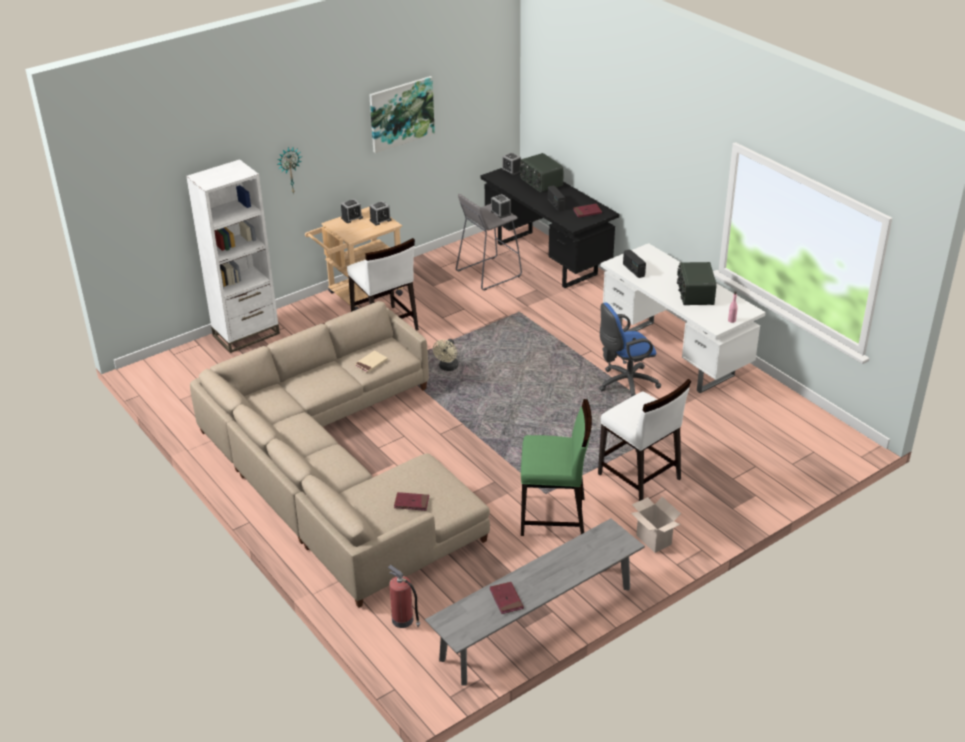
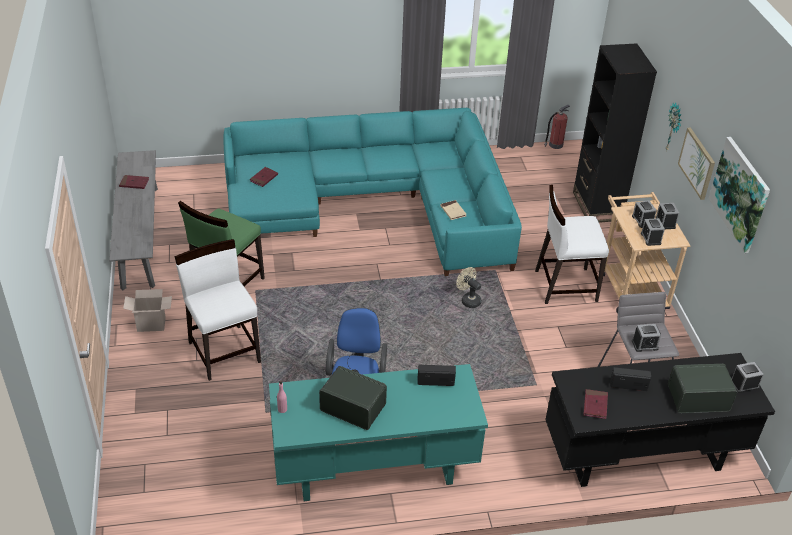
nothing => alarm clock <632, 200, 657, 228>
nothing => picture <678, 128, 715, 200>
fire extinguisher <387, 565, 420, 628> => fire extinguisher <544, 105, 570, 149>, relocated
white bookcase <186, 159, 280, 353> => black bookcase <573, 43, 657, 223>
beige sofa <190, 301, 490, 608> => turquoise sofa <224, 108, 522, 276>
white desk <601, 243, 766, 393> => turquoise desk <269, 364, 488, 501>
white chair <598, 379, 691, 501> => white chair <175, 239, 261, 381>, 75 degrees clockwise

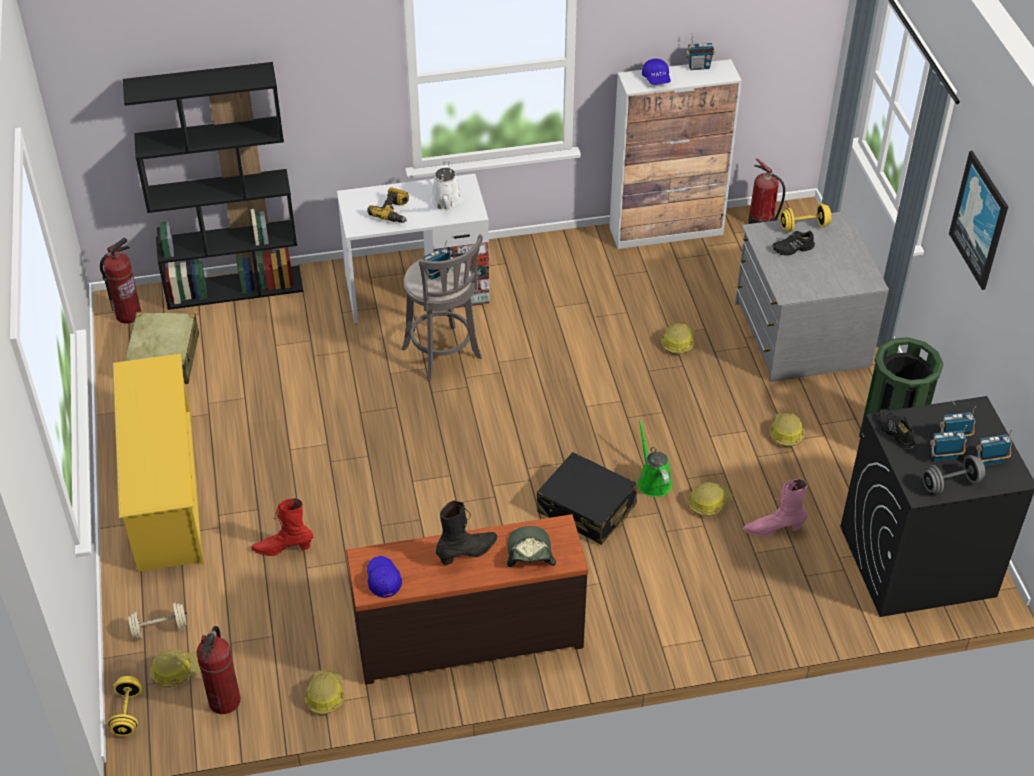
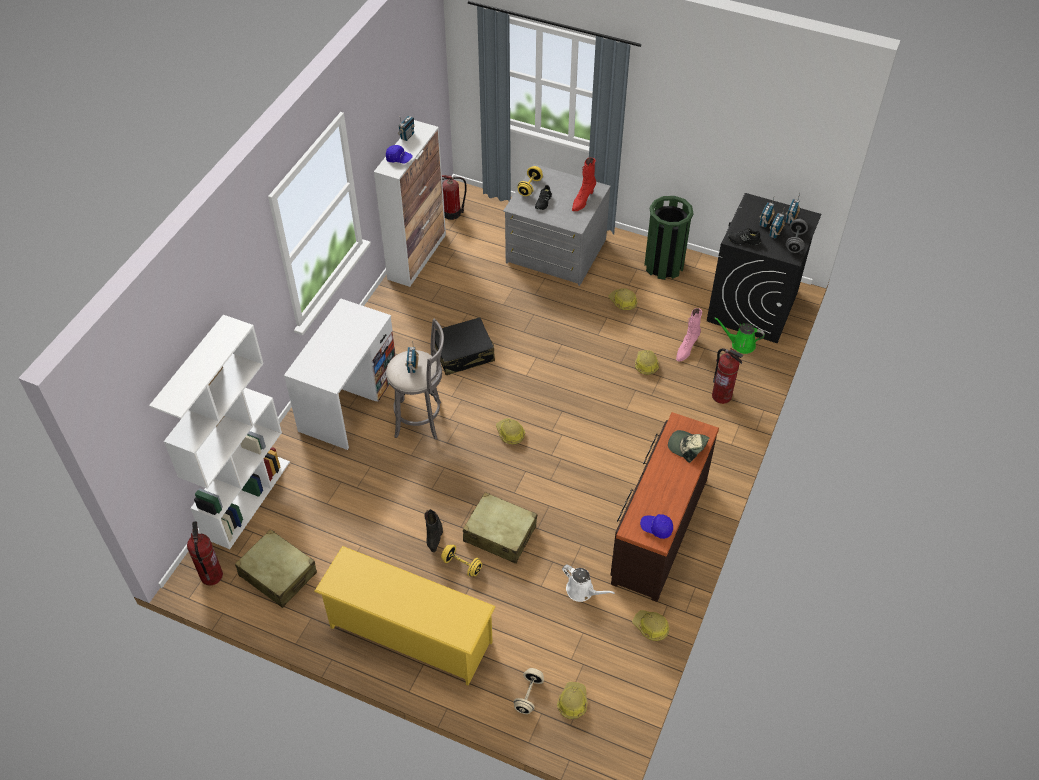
power drill <367, 187, 409, 223> => nothing
picture <949, 151, 1008, 290> => nothing
nothing => beige suitcase <463, 492, 537, 564>
yellow dumbbell <108, 676, 142, 736> => yellow dumbbell <441, 545, 482, 576>, relocated
fire extinguisher <196, 626, 241, 714> => fire extinguisher <712, 348, 743, 404>, relocated
red boot <252, 498, 313, 556> => red boot <572, 158, 596, 211>, relocated
white watering can <430, 161, 463, 211> => white watering can <562, 565, 615, 602>, relocated
black boot <436, 501, 498, 565> => black boot <424, 509, 443, 552>, relocated
black suitcase <537, 452, 638, 545> => black suitcase <435, 317, 495, 375>, relocated
green watering can <638, 419, 672, 497> => green watering can <714, 317, 765, 354>, relocated
hard hat <661, 322, 694, 355> => hard hat <496, 418, 525, 444>, relocated
black bookcase <123, 62, 303, 310> => white bookcase <149, 315, 290, 549>

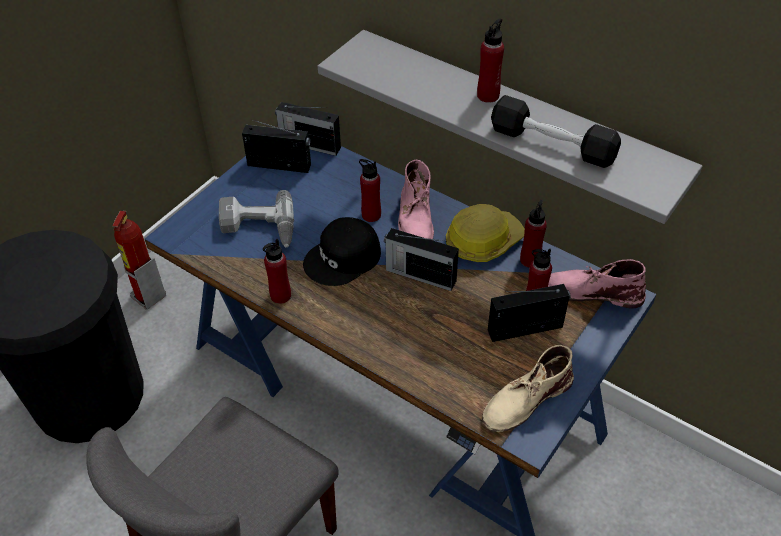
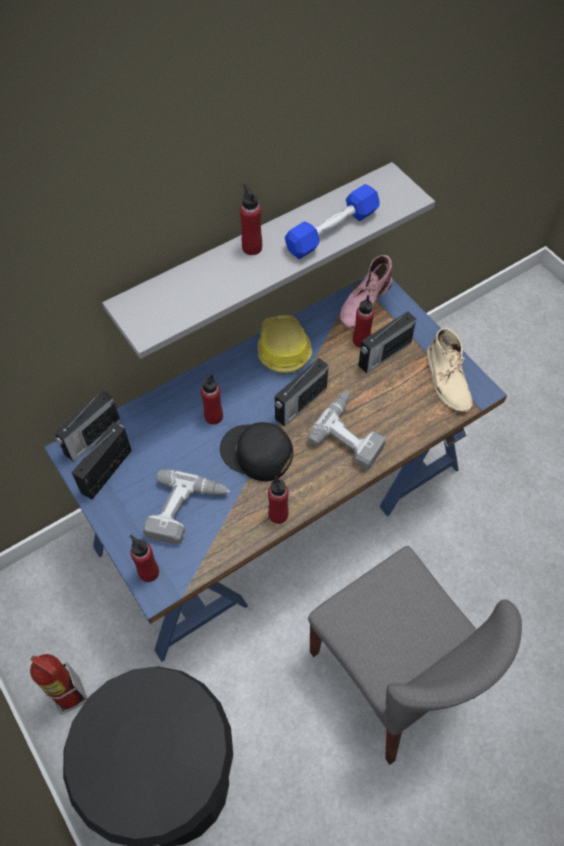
pink boot <398, 160, 434, 239> => nothing
nothing => power drill <307, 391, 386, 469>
red bottle <520, 200, 547, 268> => red bottle <130, 535, 159, 582>, relocated
black dumbbell <491, 95, 621, 168> => blue dumbbell <285, 184, 380, 259>
black cap <303, 217, 381, 286> => black cap <220, 422, 293, 481>, 135 degrees clockwise
radio <488, 284, 571, 342> => radio <358, 311, 416, 374>, 135 degrees counterclockwise

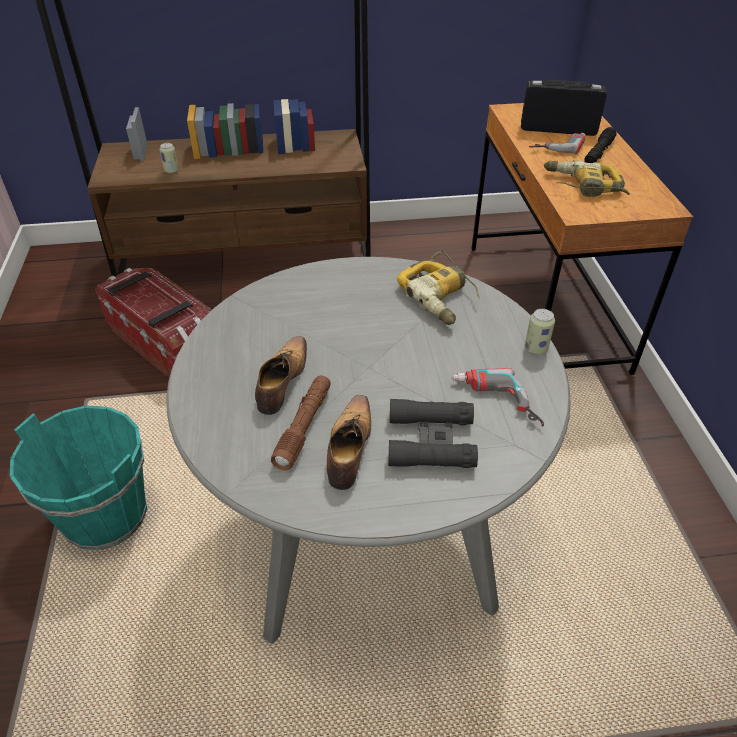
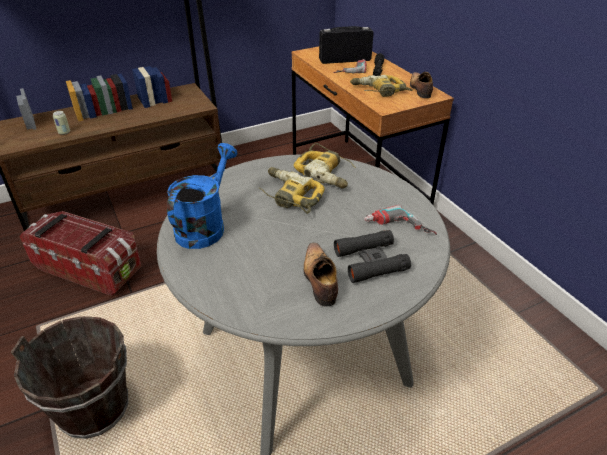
brown flashlight <271, 376, 331, 471> => nothing
can <525, 309, 555, 355> => nothing
nothing => blue watering can <167, 143, 238, 249>
nothing => power drill <259, 167, 325, 214>
shoe <255, 336, 307, 415> => shoe <410, 72, 433, 98>, relocated
turquoise bucket <10, 405, 147, 550> => brown bucket <11, 316, 128, 439>

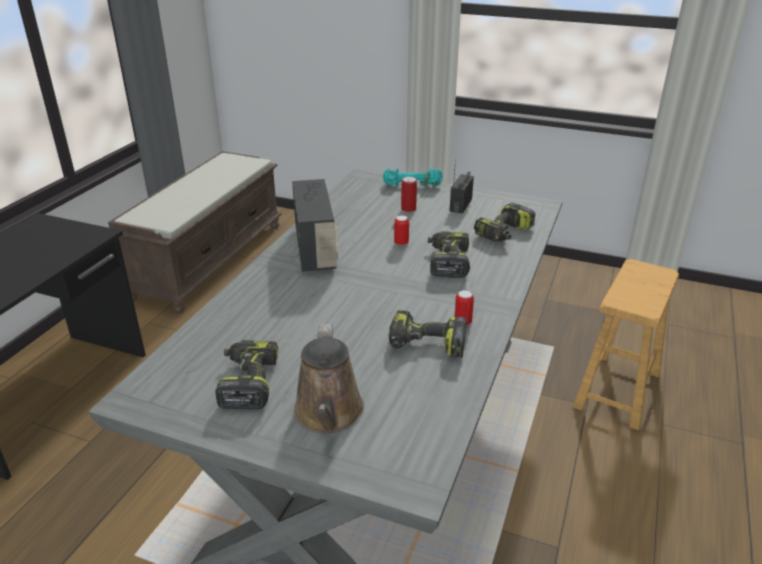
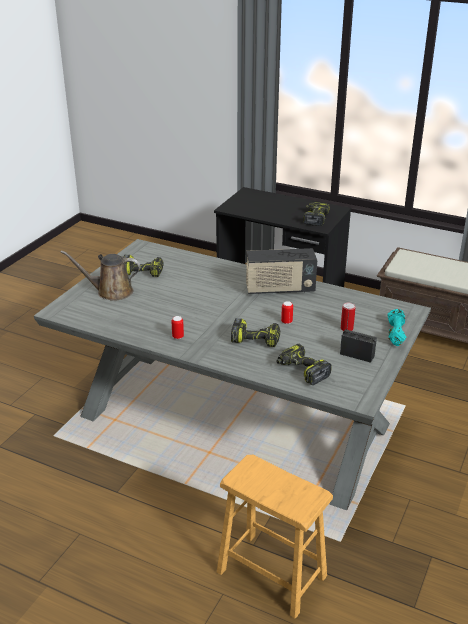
power drill <389, 310, 467, 358> => power drill <303, 202, 330, 226>, relocated

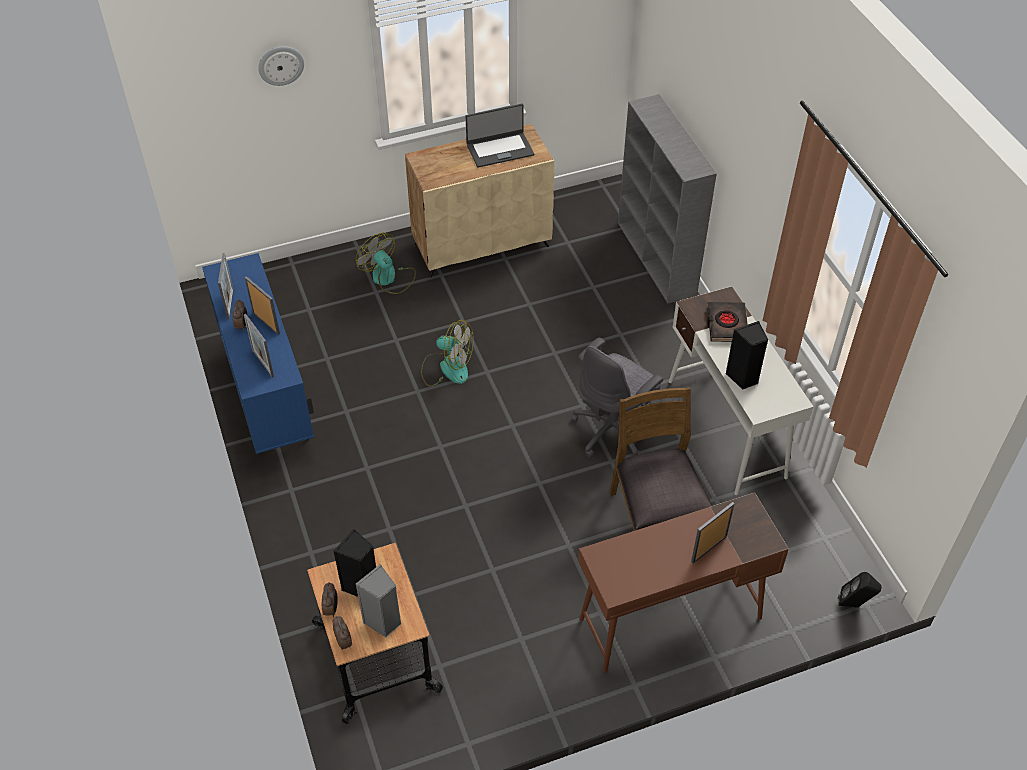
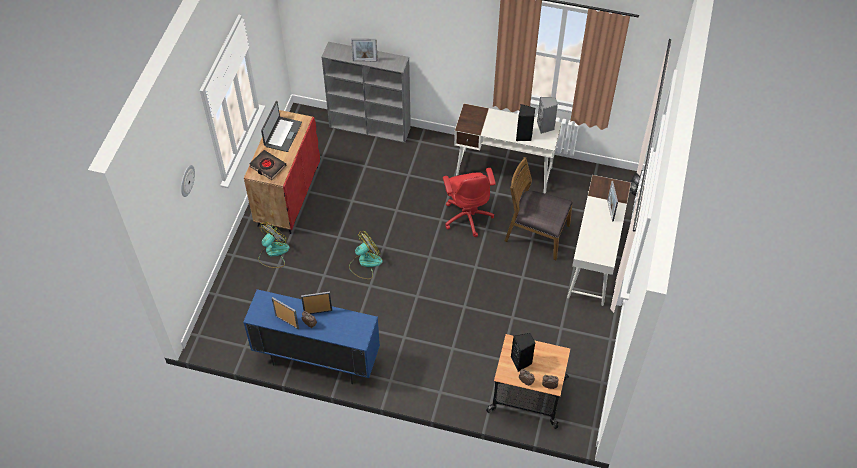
picture frame <244, 314, 274, 377> => picture frame <351, 38, 378, 61>, relocated
grey speaker <356, 564, 401, 637> => grey speaker <537, 97, 558, 134>, relocated
black book <707, 302, 748, 342> => black book <249, 150, 287, 180>, relocated
beige cabinet <405, 124, 555, 278> => red cabinet <244, 110, 320, 234>
grey office chair <571, 338, 663, 458> => red office chair <443, 168, 496, 237>
brown desk <578, 493, 789, 673> => white desk <567, 175, 631, 306>
fan <356, 232, 416, 294> => fan <258, 222, 289, 268>, 135 degrees clockwise

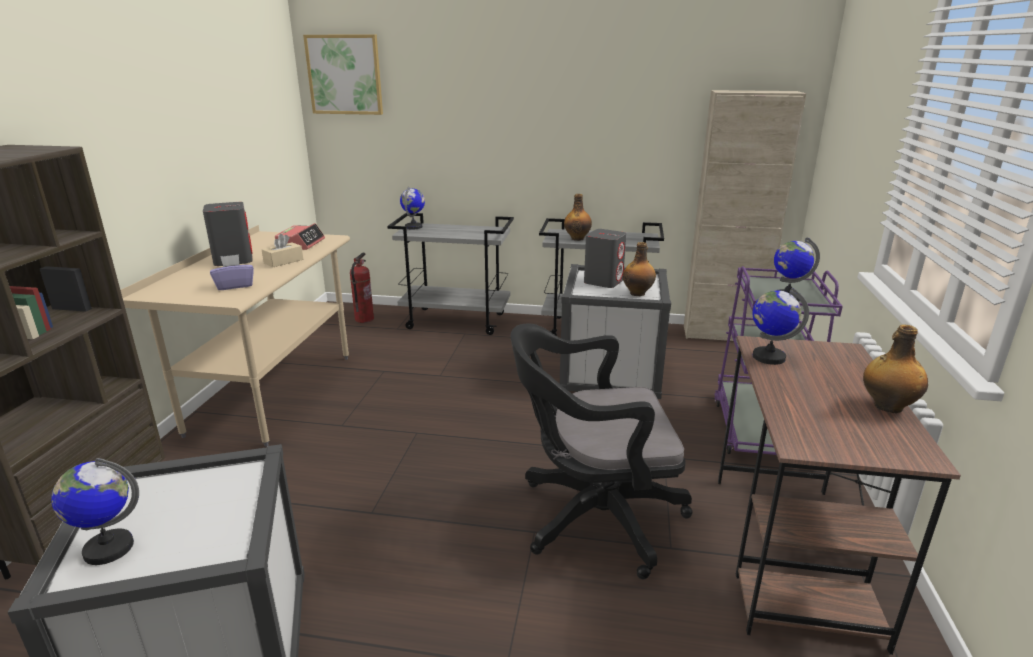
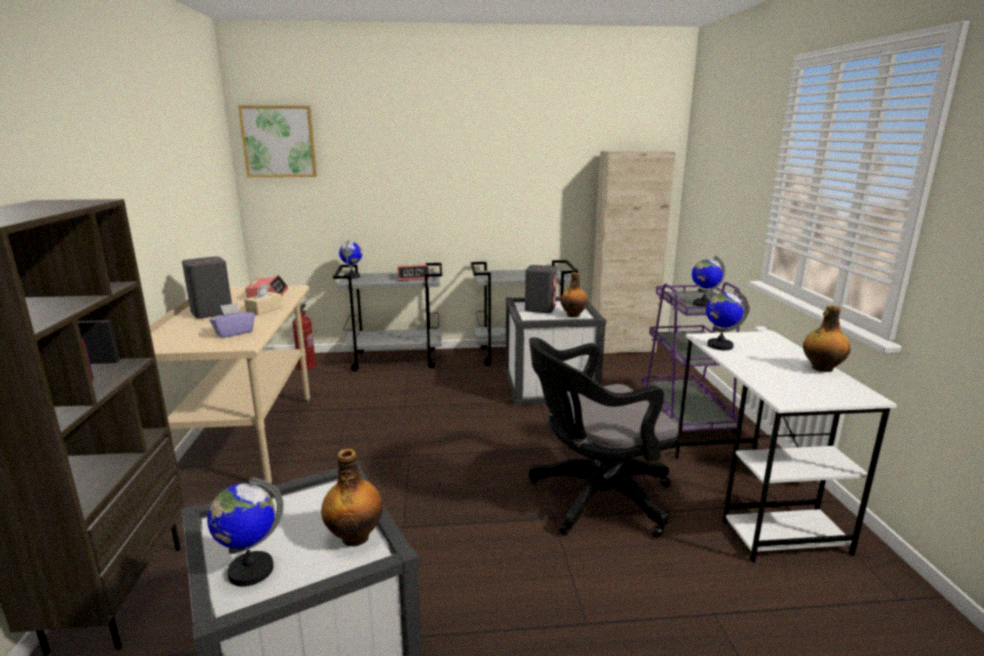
nothing => alarm clock <397, 264, 430, 281>
bottle <564, 194, 592, 241> => bottle <321, 449, 383, 547>, relocated
brown desk <718, 336, 961, 655> => white desk <675, 331, 897, 563>

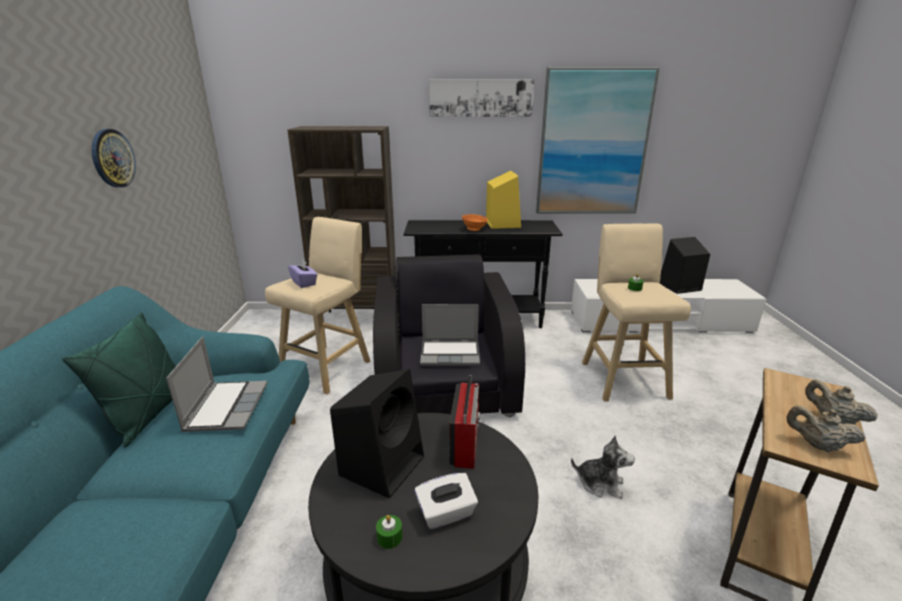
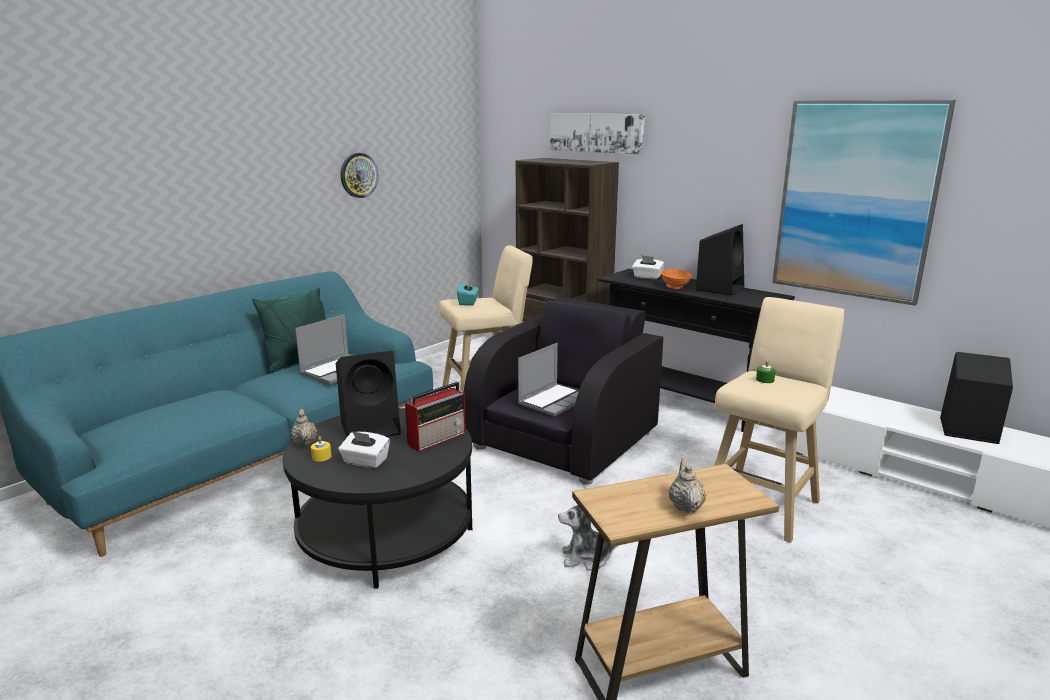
nothing => white tissue box <632, 255, 664, 279>
picture <429, 79, 534, 117> => picture <550, 113, 645, 154>, relocated
beige teapot <786, 405, 866, 452> => beige teapot <291, 409, 317, 446>, relocated
purple tissue box <288, 259, 317, 288> => turquoise tissue box <457, 280, 478, 305>
green candle <376, 515, 403, 549> => yellow candle <311, 436, 331, 462>
yellow speaker <486, 171, 521, 229> => black speaker <696, 224, 744, 295>
laptop <420, 304, 480, 366> => laptop <518, 343, 579, 417>, 90 degrees counterclockwise
plush toy <571, 435, 635, 499> => plush toy <558, 504, 619, 571>, 120 degrees clockwise

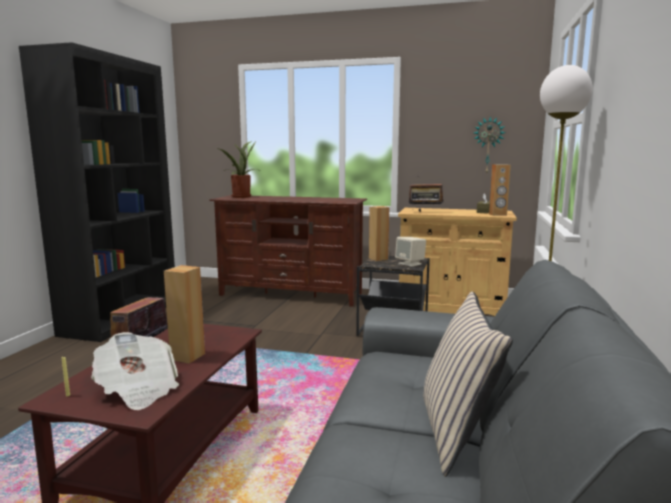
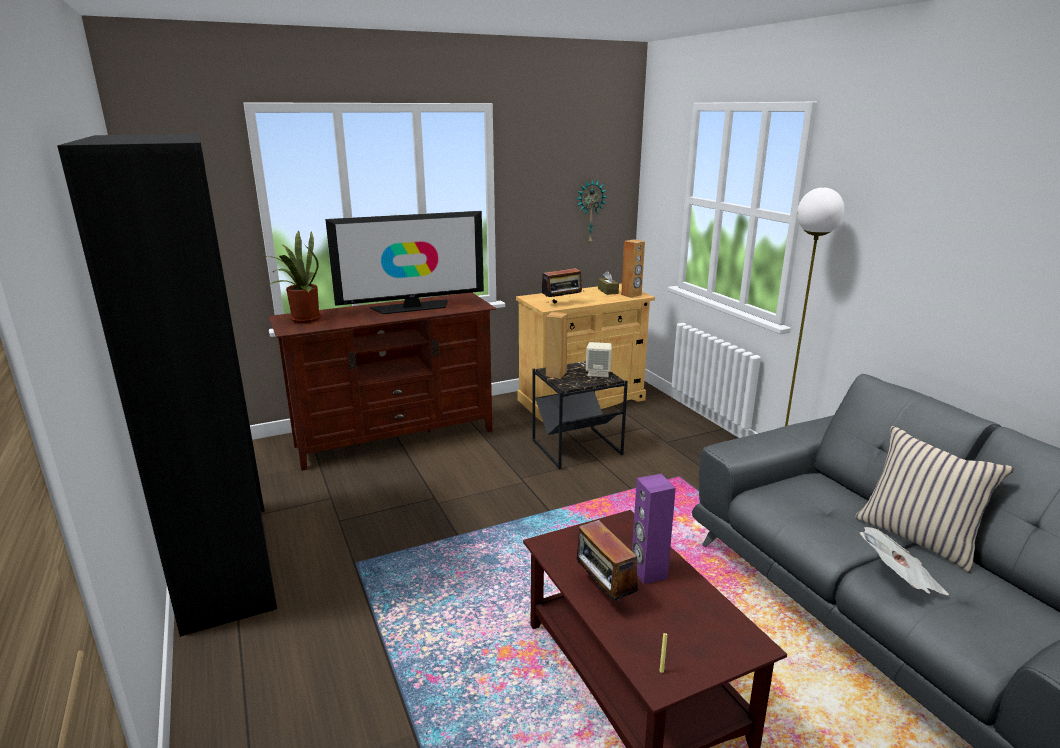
nothing => television <325, 211, 484, 314>
newspaper <91, 332, 179, 410> => newspaper <859, 527, 949, 595>, relocated
brown speaker <164, 265, 205, 364> => purple speaker <632, 474, 676, 584>

